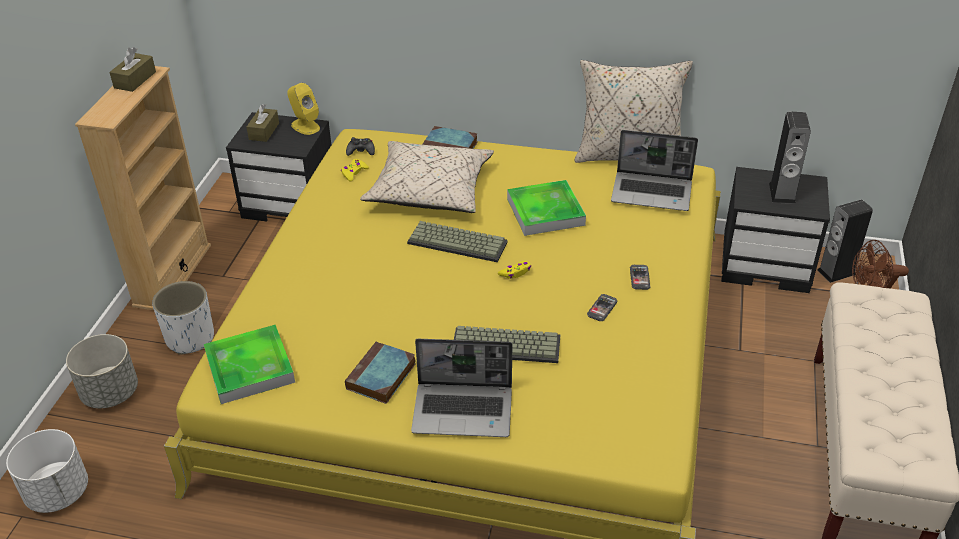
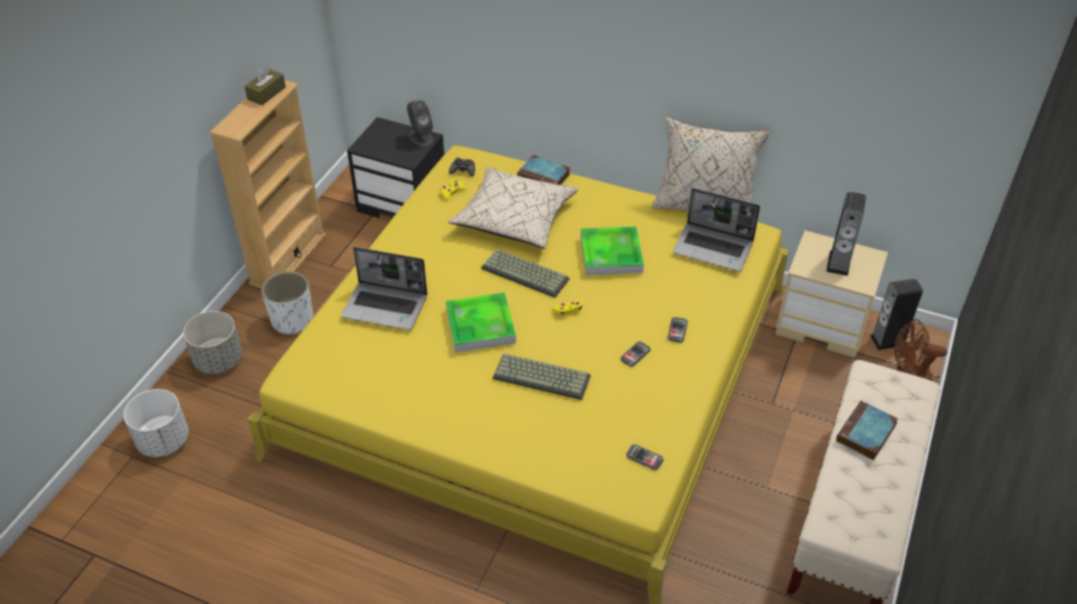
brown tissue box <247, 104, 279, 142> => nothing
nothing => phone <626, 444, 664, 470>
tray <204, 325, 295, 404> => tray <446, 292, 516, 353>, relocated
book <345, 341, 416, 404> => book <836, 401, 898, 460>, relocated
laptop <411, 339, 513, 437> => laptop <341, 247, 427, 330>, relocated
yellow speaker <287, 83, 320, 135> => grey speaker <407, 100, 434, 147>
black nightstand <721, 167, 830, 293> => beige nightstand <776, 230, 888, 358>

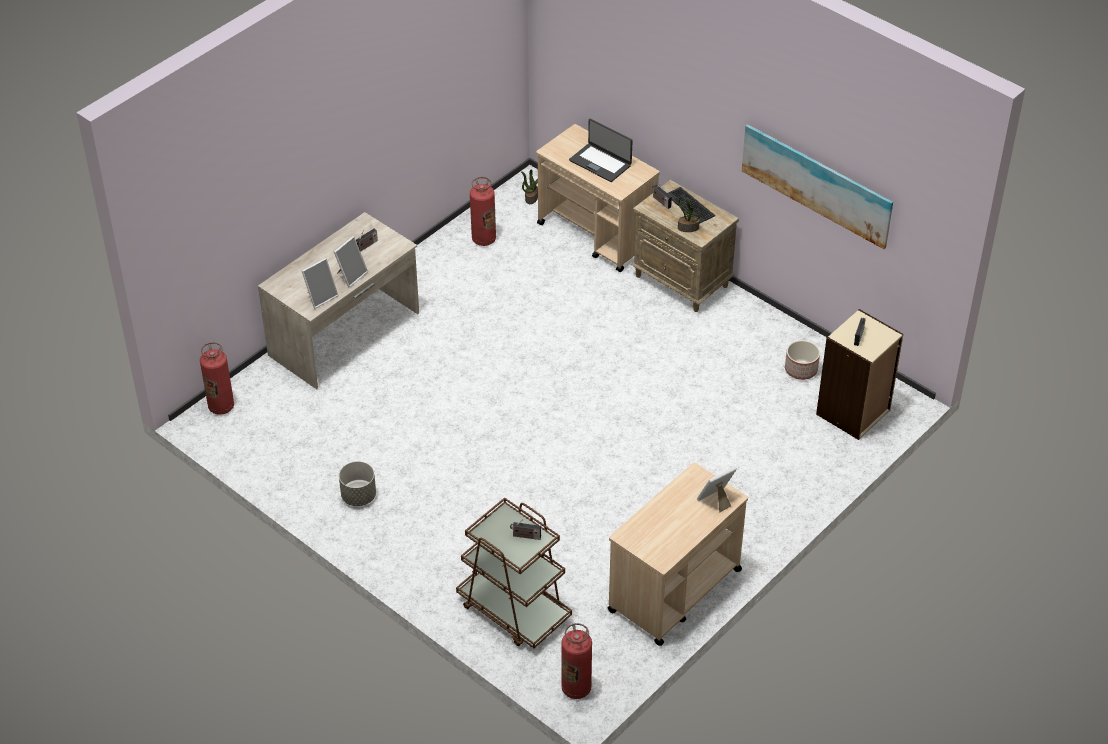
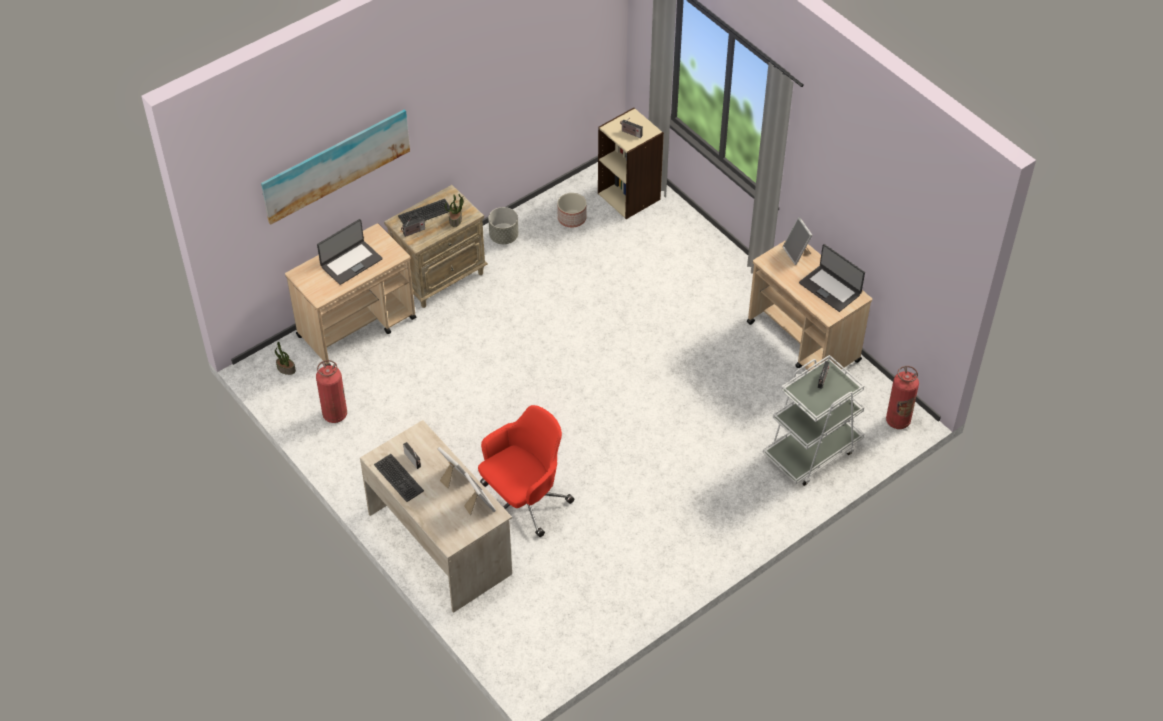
fire extinguisher <200, 342, 234, 415> => nothing
nothing => keyboard <374, 454, 424, 502>
nothing => red office chair <478, 405, 574, 537>
nothing => laptop <799, 244, 865, 312>
grey planter <339, 461, 376, 506> => grey planter <488, 207, 518, 244>, relocated
picture <742, 124, 893, 249> => picture <261, 109, 410, 225>, relocated
brown cart <456, 497, 572, 648> => white cart <762, 355, 864, 486>

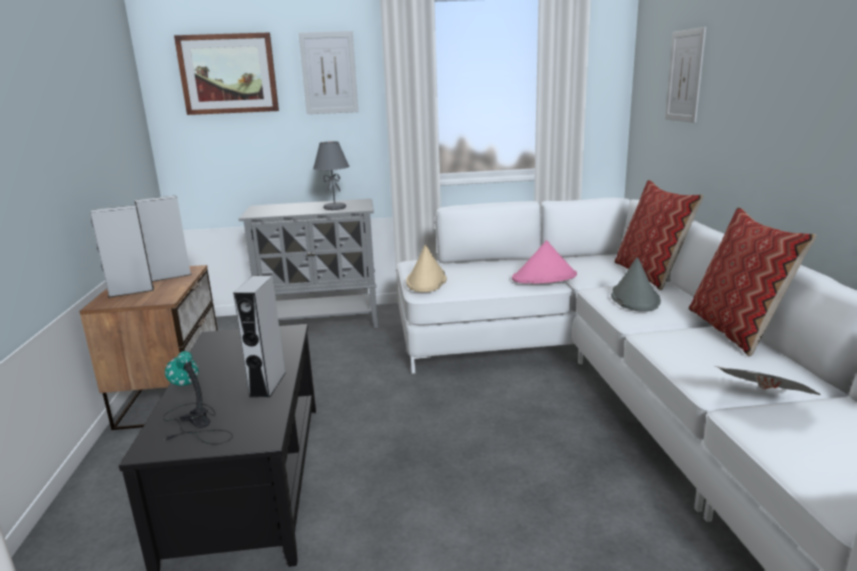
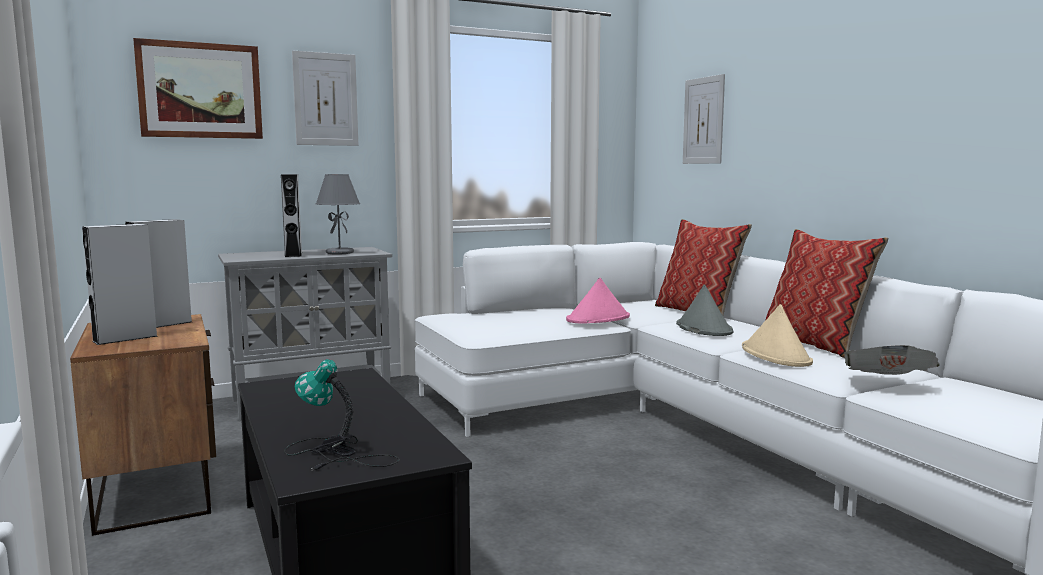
grey speaker <233, 275, 285, 398> => grey speaker <281, 174, 302, 257>, relocated
beige hat <406, 245, 447, 292> => beige hat <742, 304, 813, 367>, relocated

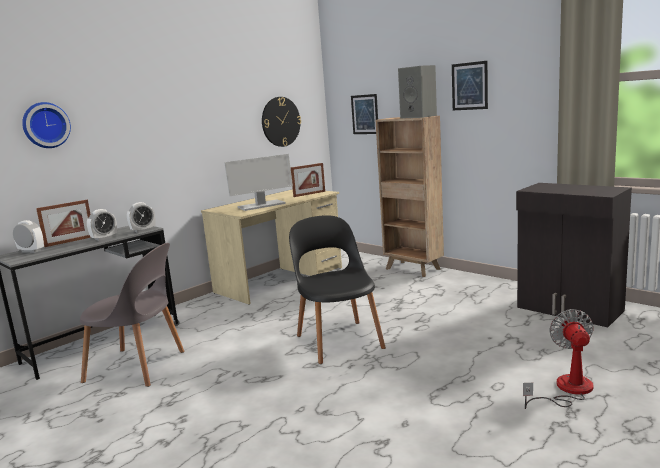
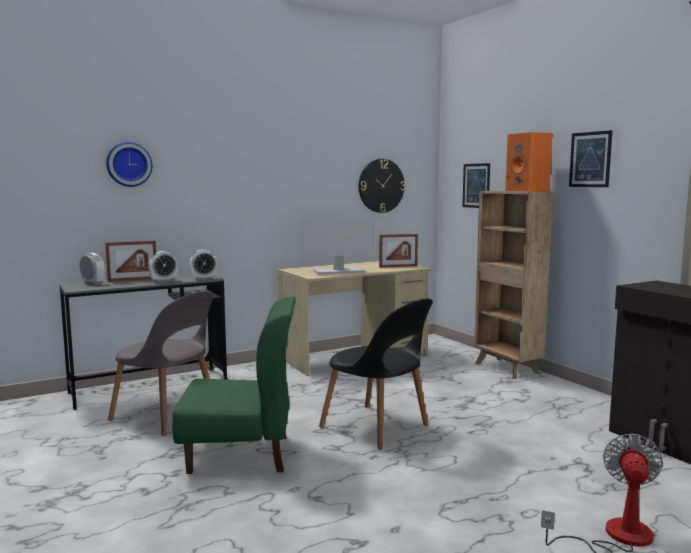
nothing => green chair <172, 296, 296, 474>
grey speaker <398, 65, 437, 119> => orange speaker <505, 132, 552, 192>
black chair <289, 215, 386, 364> => black chair <319, 298, 433, 450>, 135 degrees clockwise

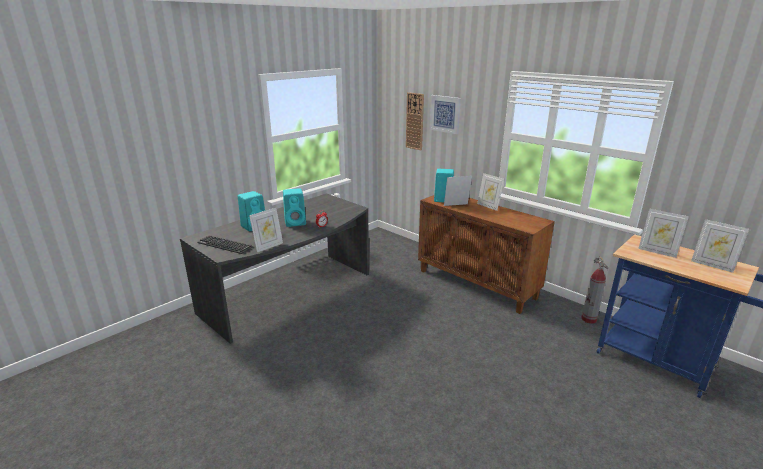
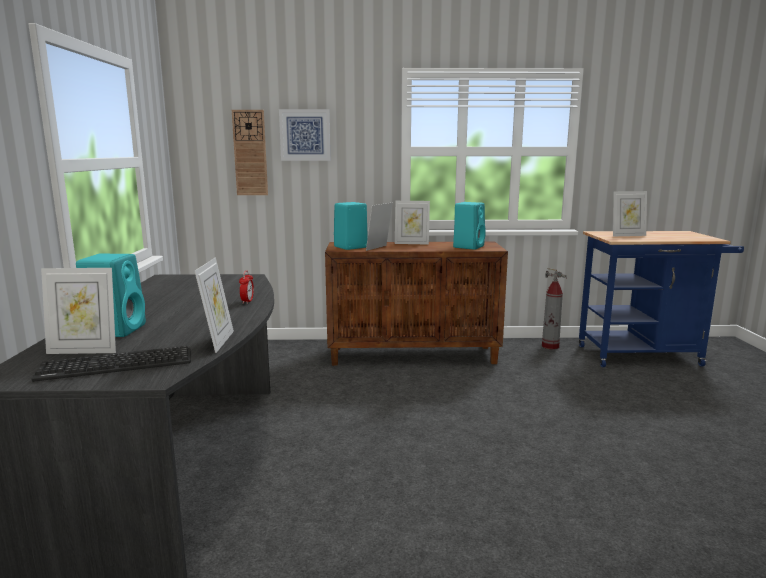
turquoise speaker <283, 188, 306, 227> => turquoise speaker <453, 202, 486, 250>, relocated
picture frame <691, 219, 749, 273> => picture frame <41, 268, 116, 354>, relocated

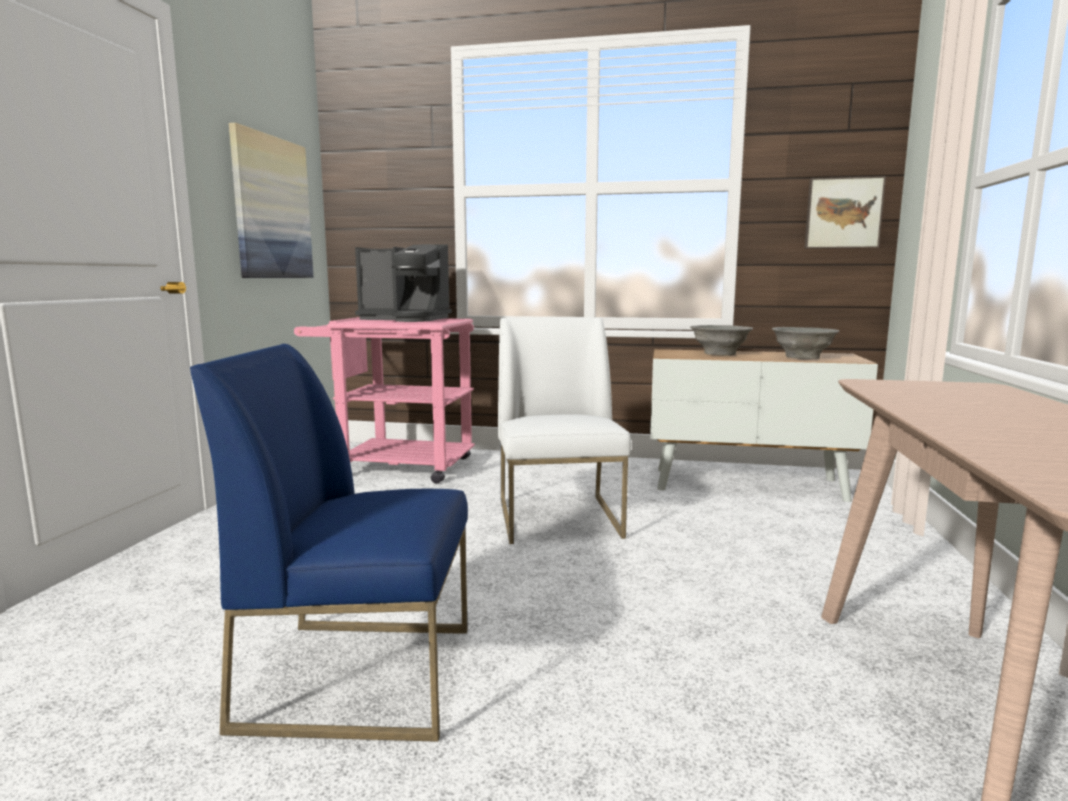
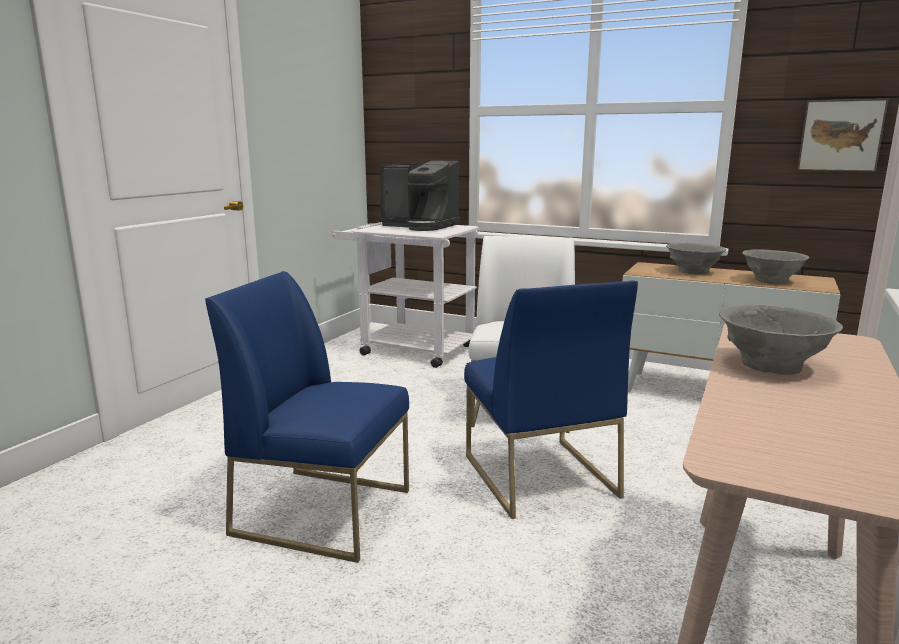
picture <229, 123, 313, 278> => nothing
nothing => blue chair <464, 280, 638, 519>
nothing => grey bowl <719, 305, 843, 375>
pink cart <294, 317, 475, 484> => white cart <330, 222, 479, 368>

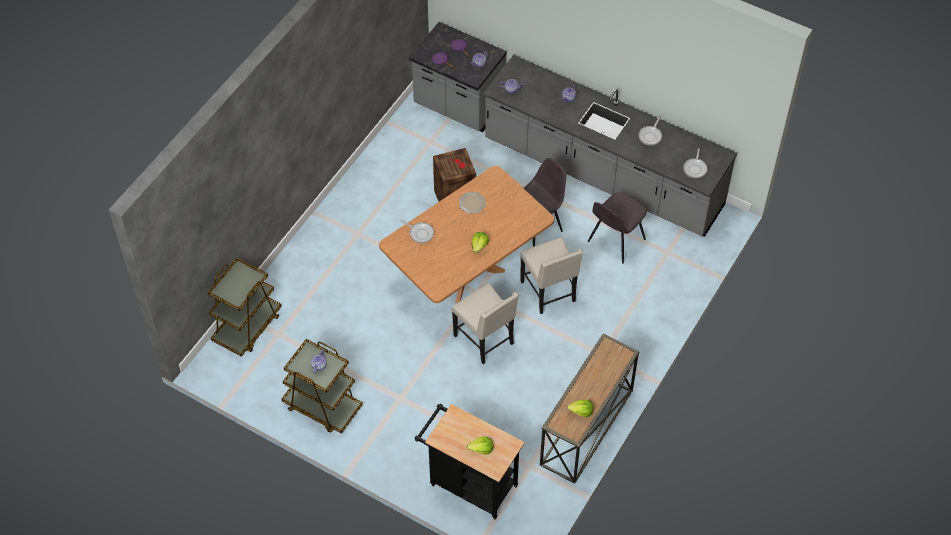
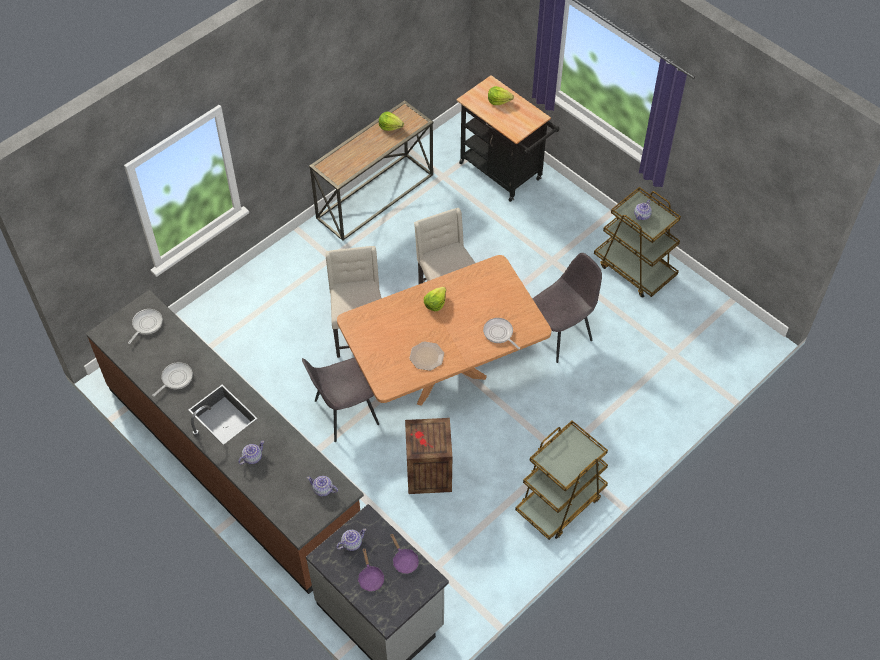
brown cart <208, 257, 282, 357> => brown cart <515, 420, 608, 540>, relocated
grey chair <588, 192, 647, 264> => grey chair <532, 253, 602, 363>, relocated
grey counter <483, 55, 737, 237> => brown counter <86, 290, 364, 594>

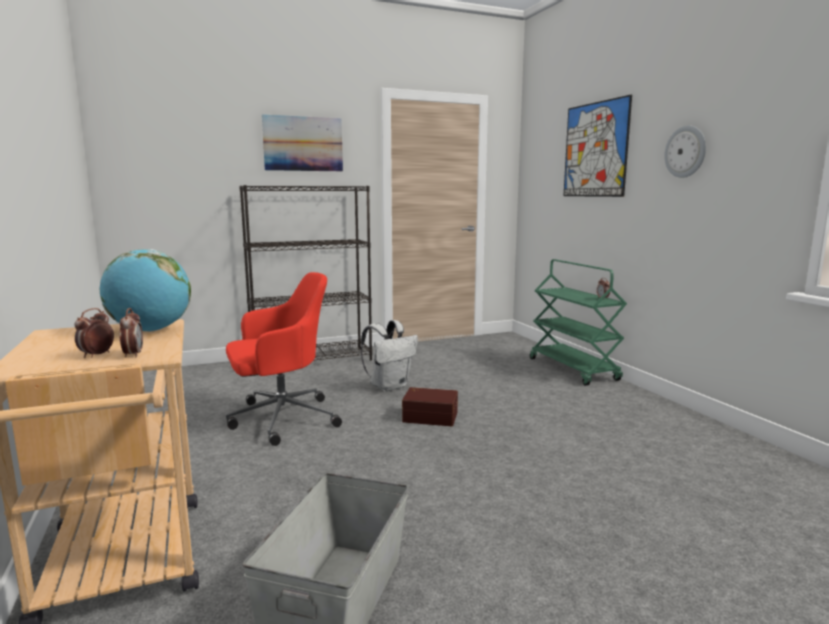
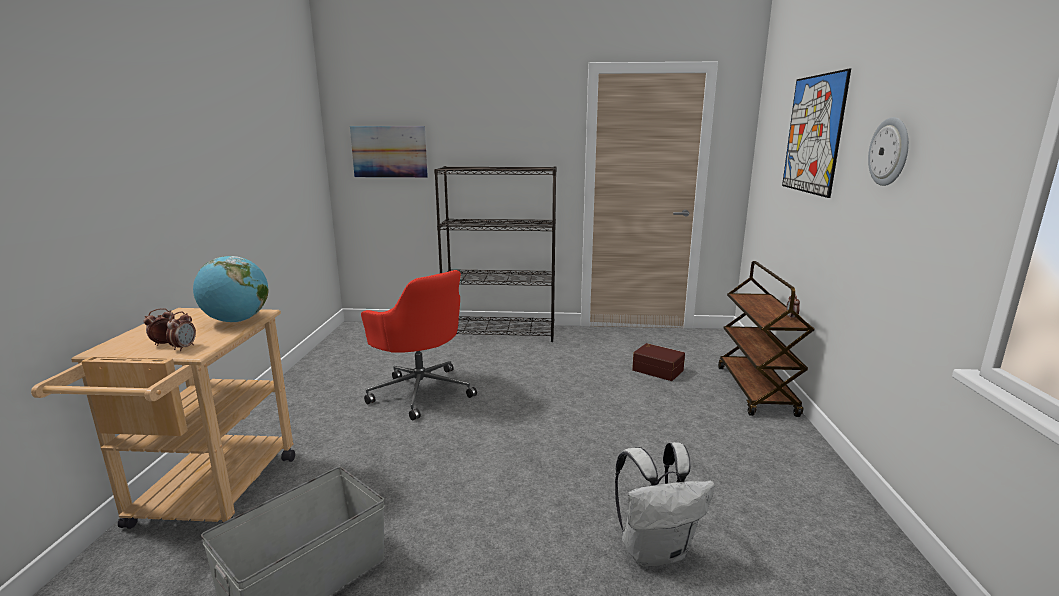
picture <262, 114, 343, 171> => picture <350, 126, 428, 178>, relocated
white backpack <361, 320, 418, 392> => white backpack <615, 442, 715, 567>, relocated
brown storage box <402, 387, 458, 426> => brown storage box <632, 343, 685, 381>, relocated
green cart <530, 259, 627, 386> => brown cart <718, 261, 814, 417>
red office chair <226, 272, 342, 446> => red office chair <361, 270, 477, 420>, 45 degrees clockwise

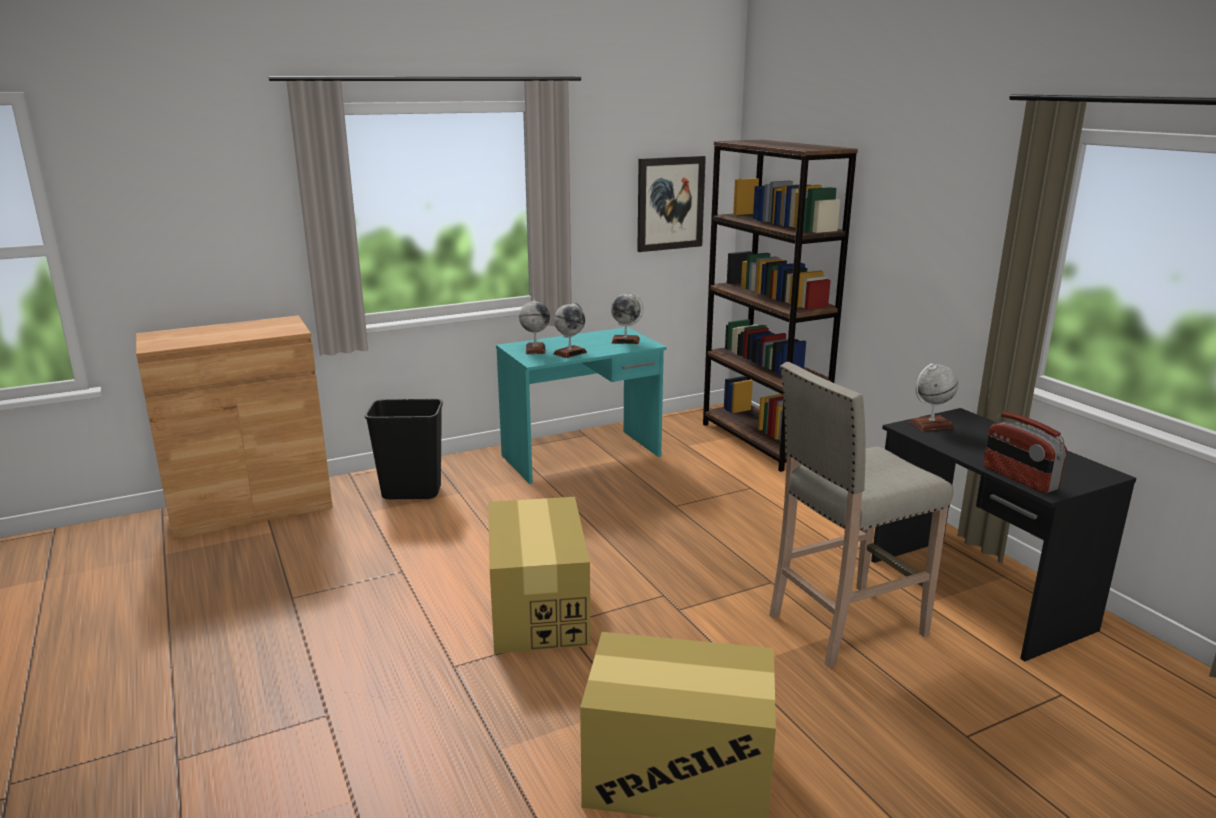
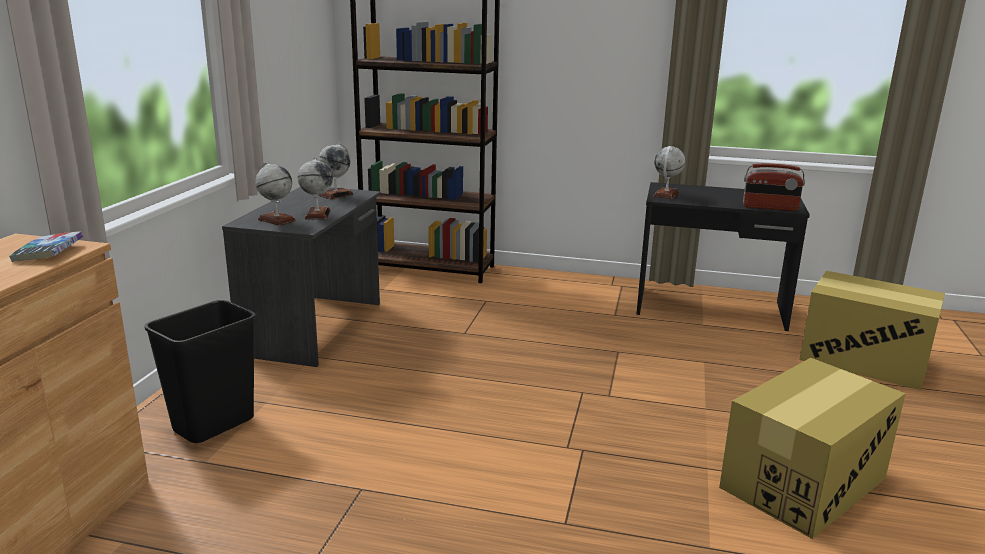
picture <637, 156, 706, 252> => nothing
beige stool <769, 362, 953, 668> => nothing
nothing => book <9, 231, 83, 262>
cardboard box <488, 497, 591, 654> => cardboard box <799, 271, 945, 390>, relocated
turquoise desk <496, 327, 667, 484> => grey desk <222, 187, 381, 367>

